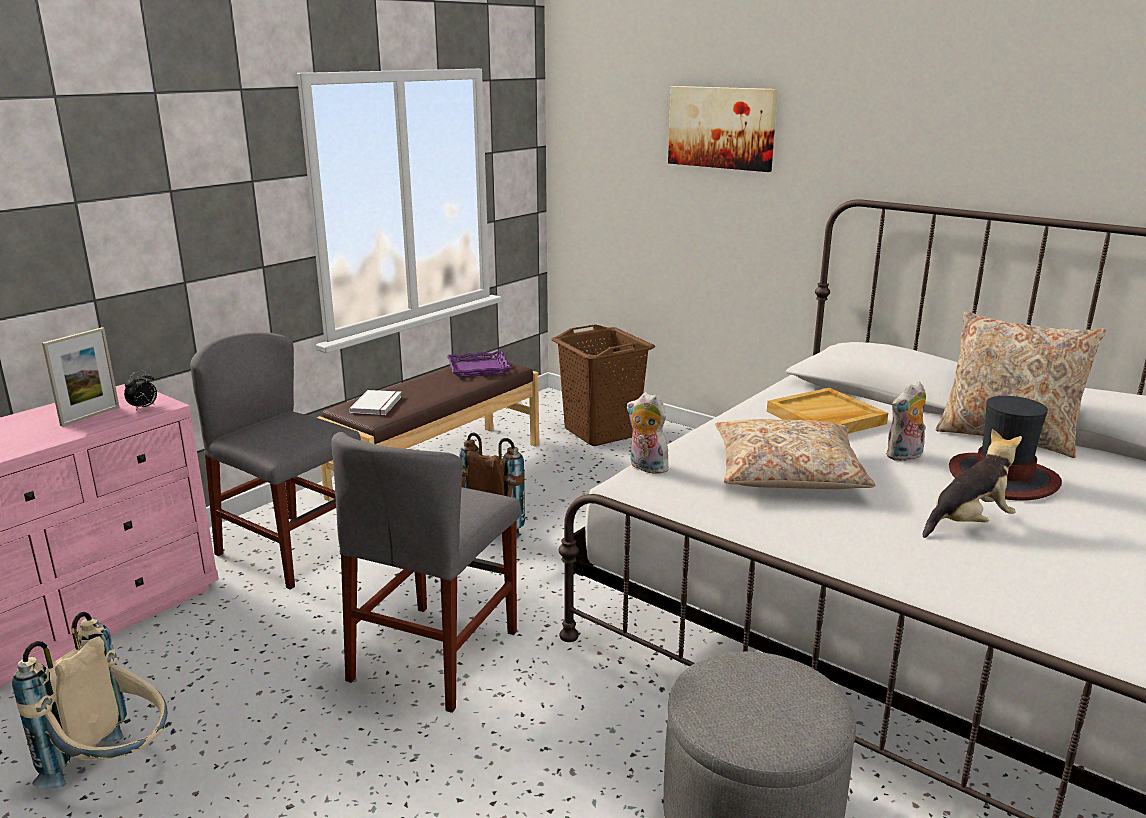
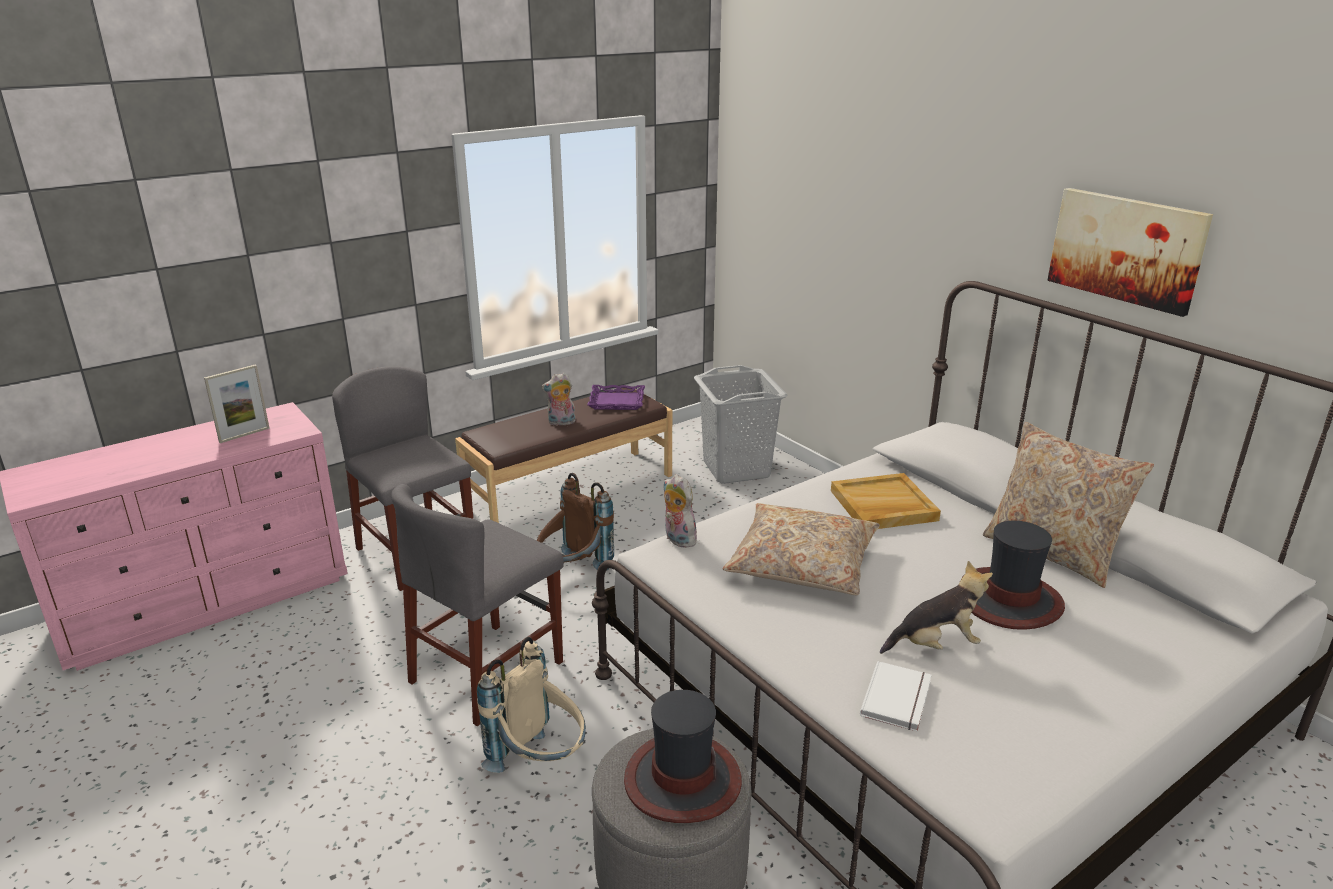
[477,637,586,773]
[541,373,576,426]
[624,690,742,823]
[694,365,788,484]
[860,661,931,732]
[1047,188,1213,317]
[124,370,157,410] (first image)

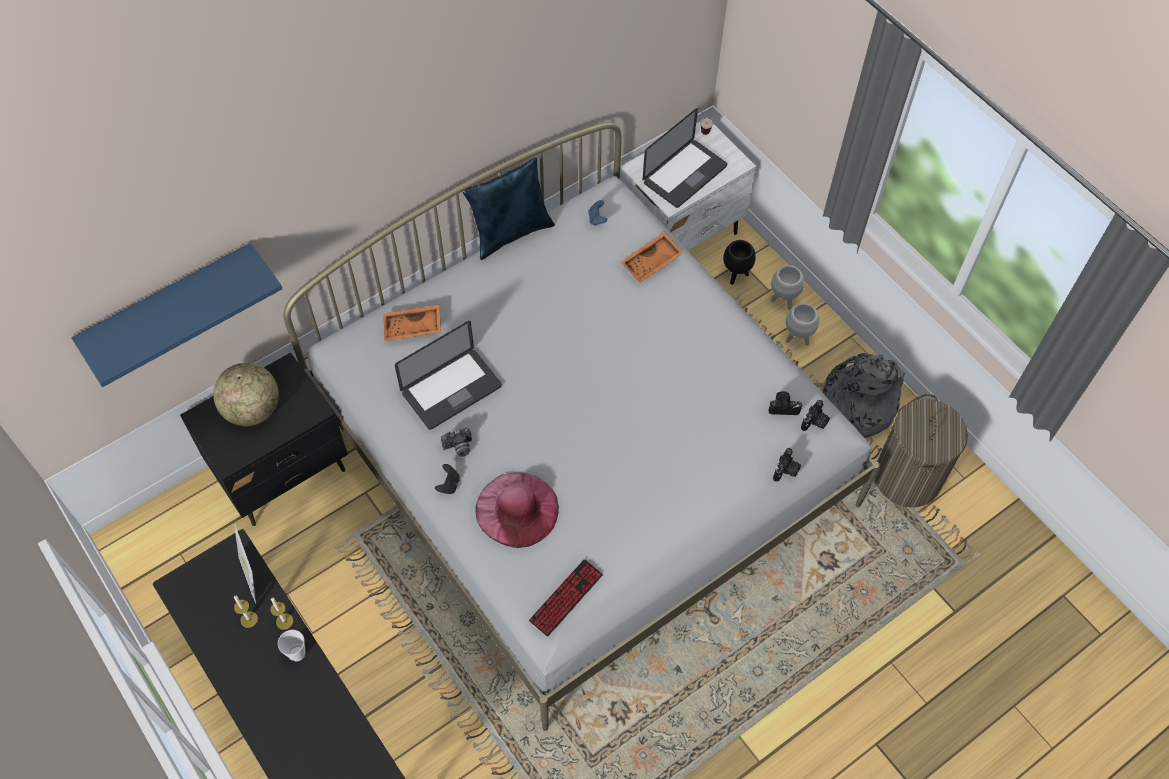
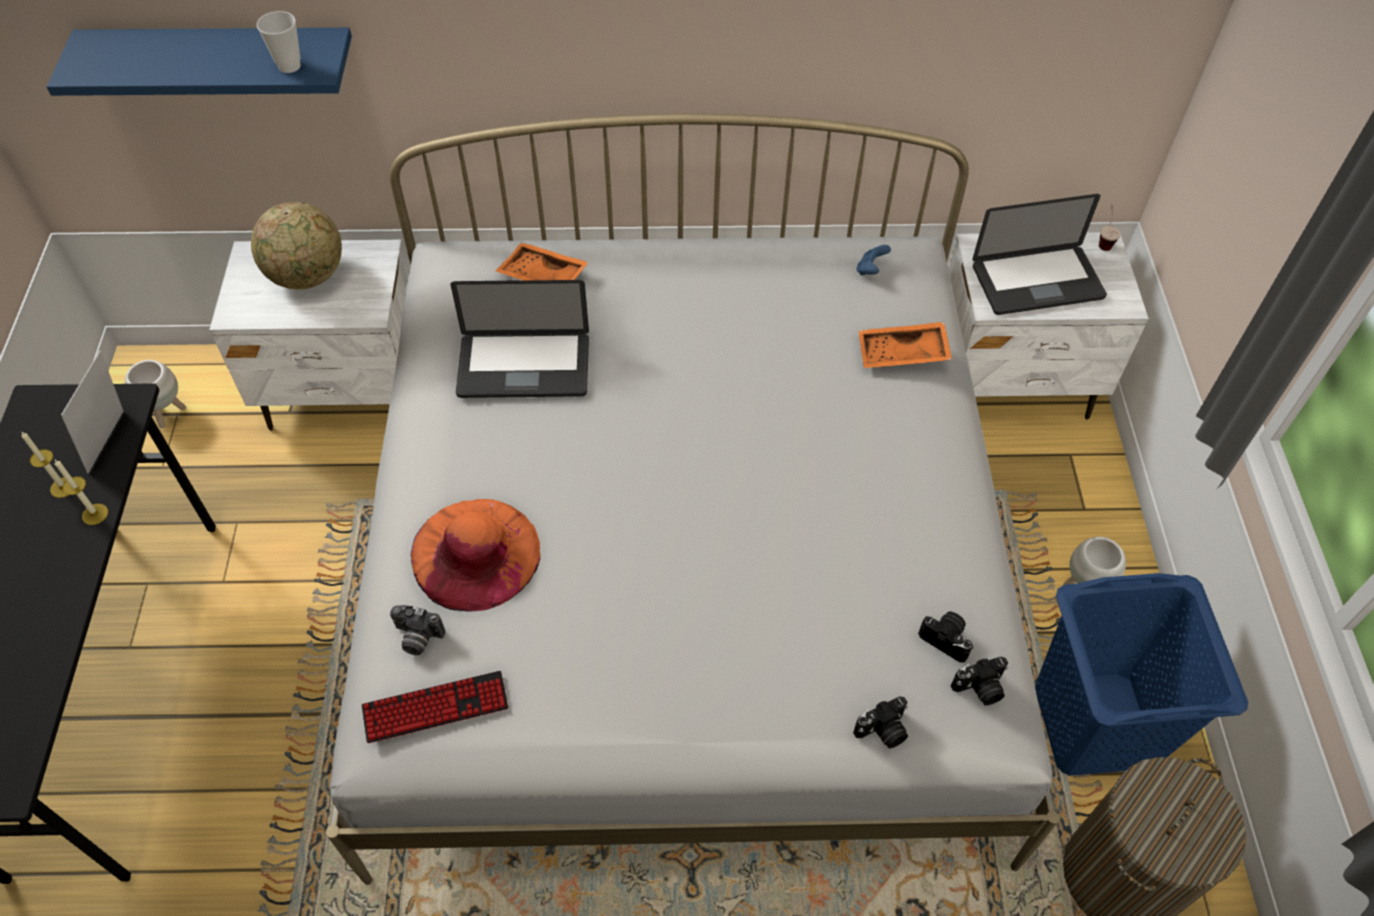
[125,360,186,428]
[209,240,410,431]
[257,11,301,73]
[390,605,445,655]
[411,499,541,612]
[1035,573,1248,775]
[435,464,460,494] (first image)
[462,157,555,260] (first image)
[723,240,756,285] (first image)

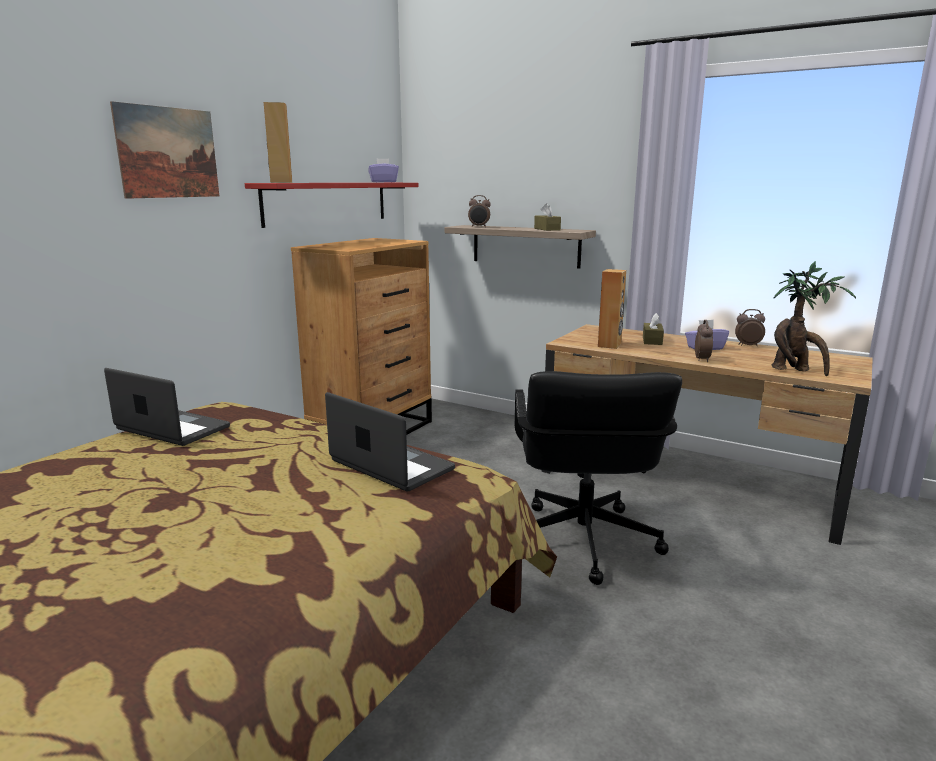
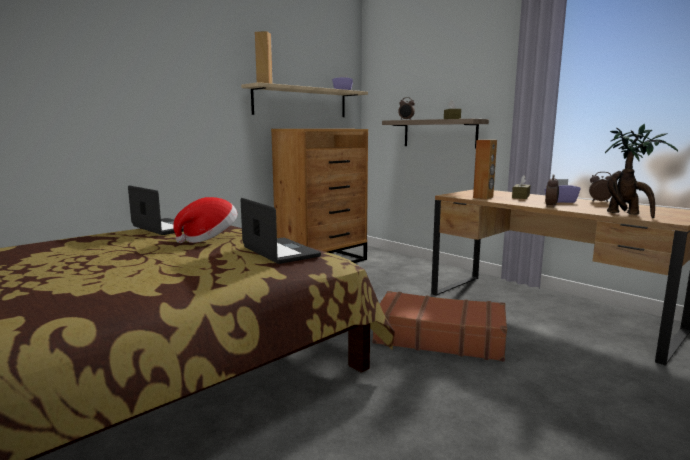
[173,197,238,243]
[241,82,368,117]
[373,291,507,362]
[110,101,219,199] (first image)

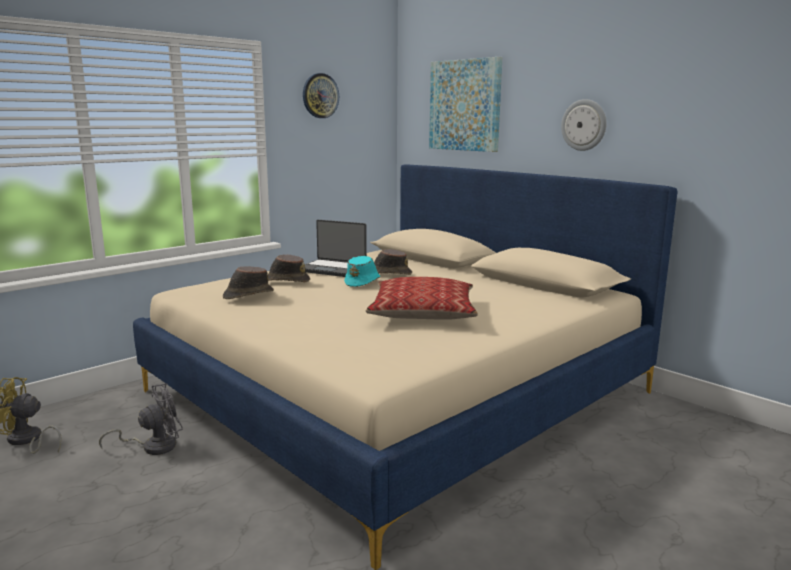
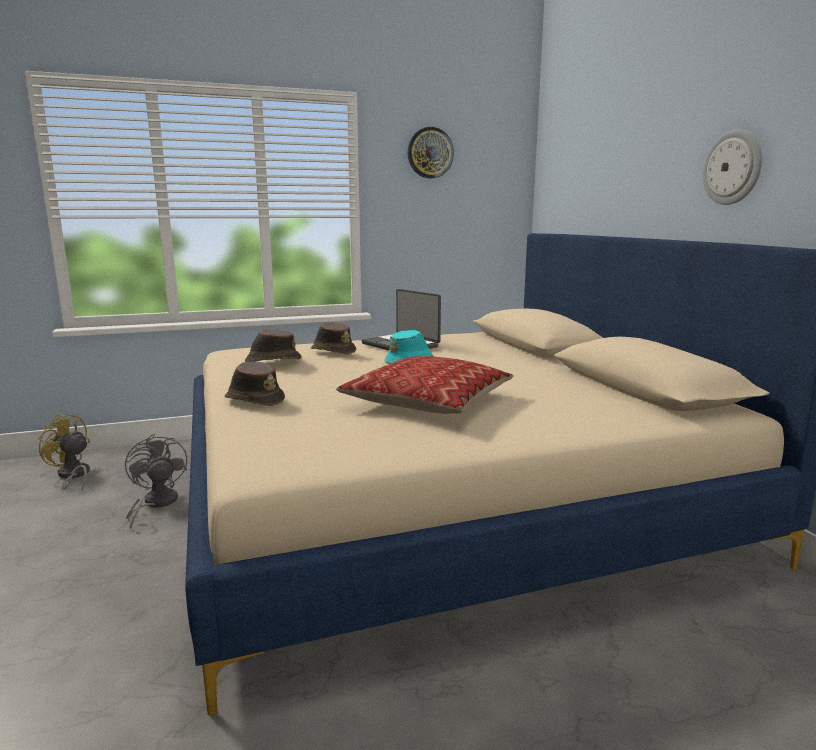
[125,433,187,529]
[225,361,285,406]
[429,57,502,152] (first image)

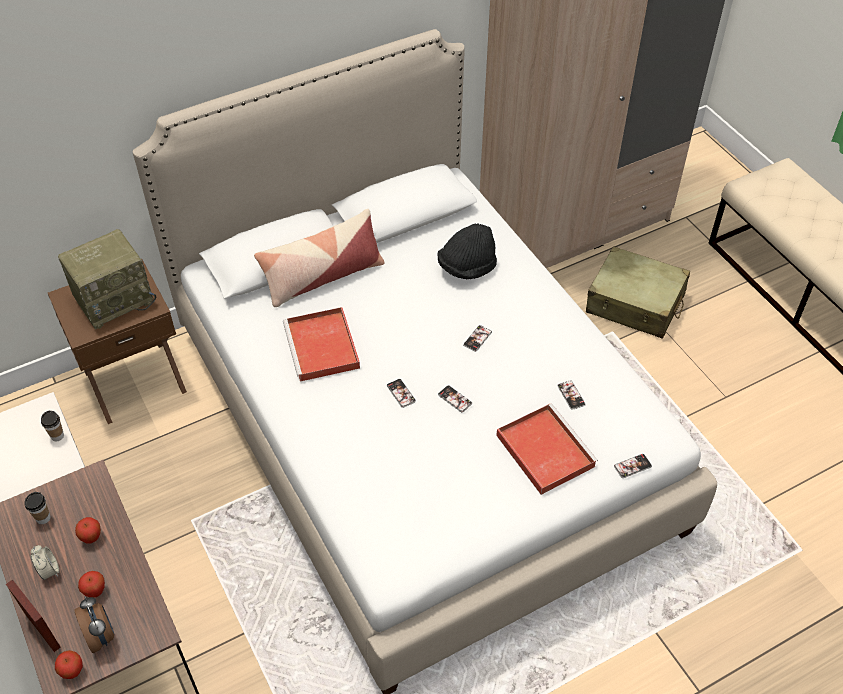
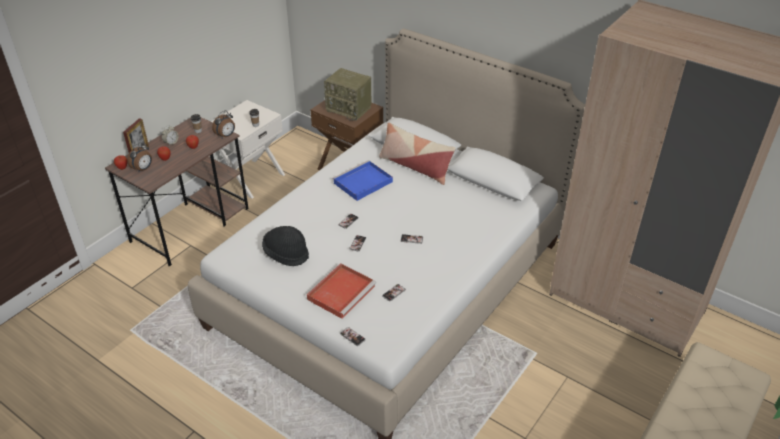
[212,110,235,138]
[262,226,309,266]
[333,160,393,201]
[586,246,690,339] (first image)

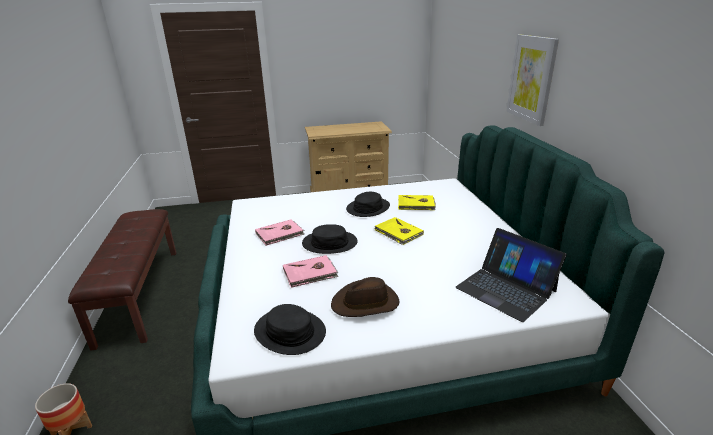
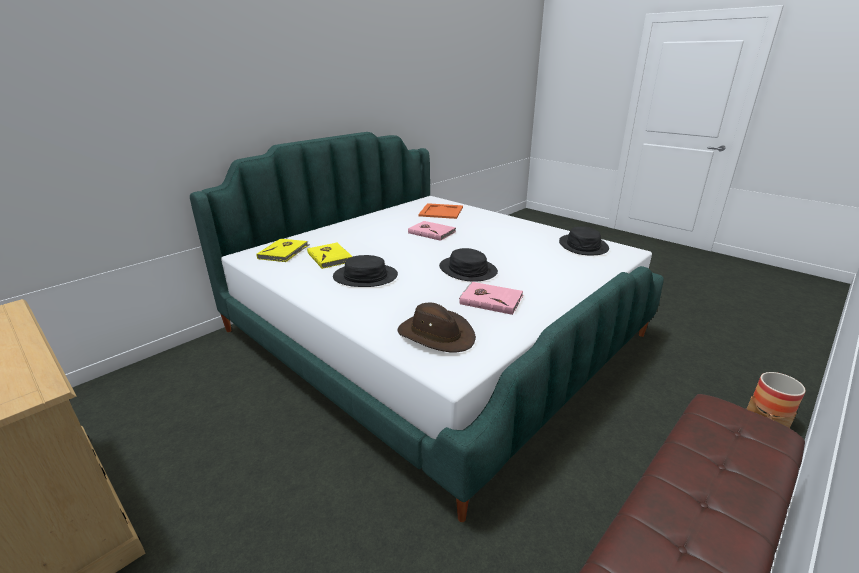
[257,238,310,262]
[397,303,476,353]
[408,221,456,241]
[418,203,463,219]
[506,35,559,126] (first image)

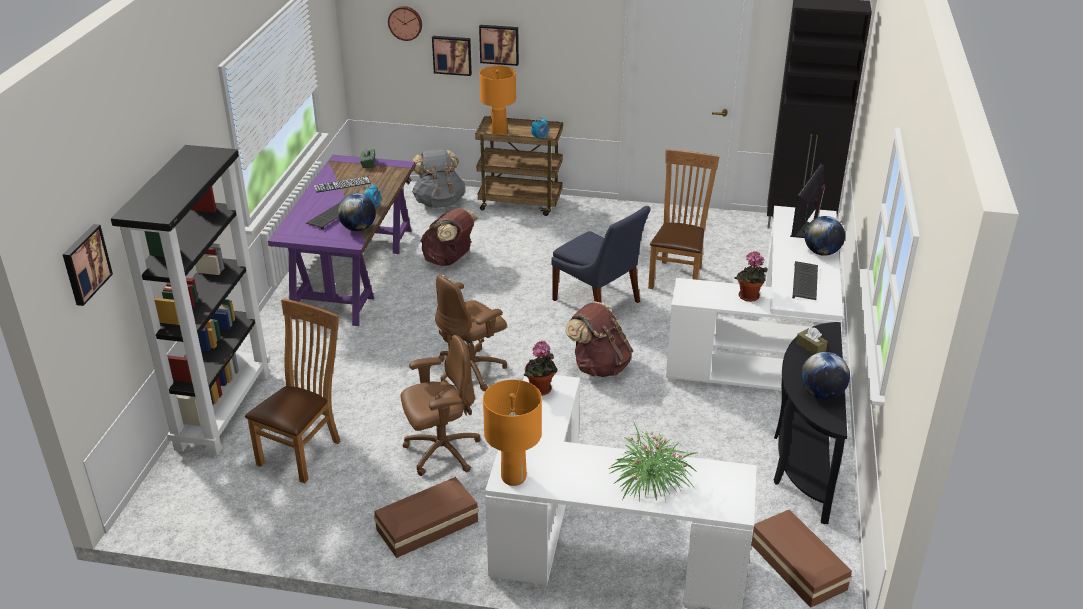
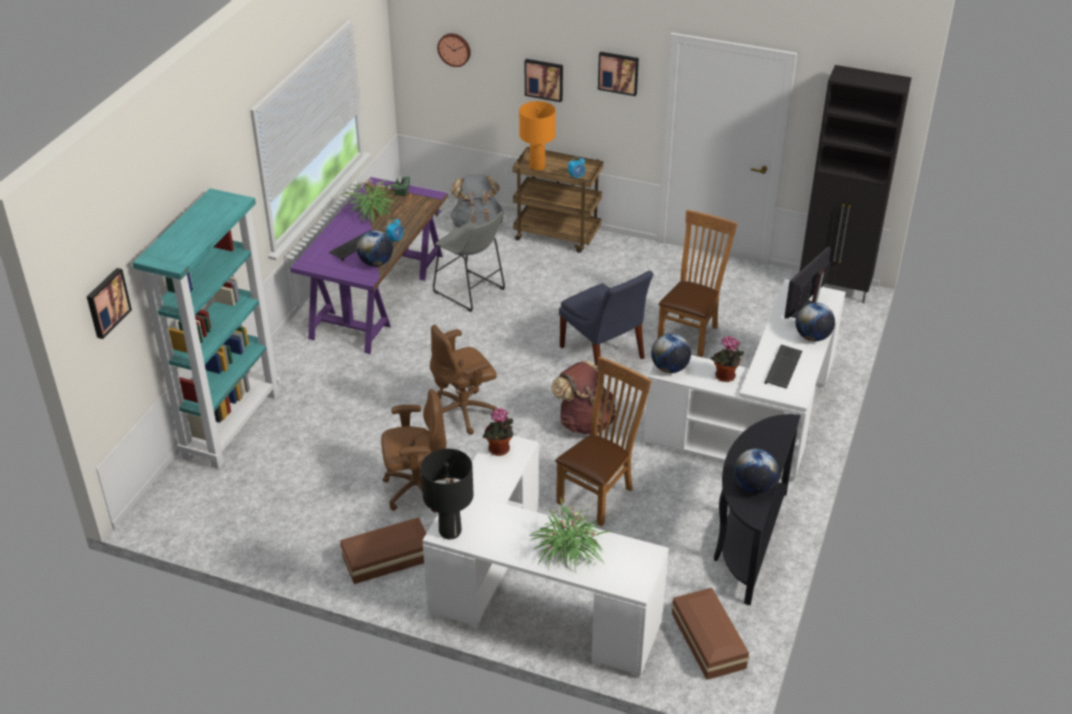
[133,188,281,469]
[342,180,400,225]
[421,449,474,539]
[433,211,505,312]
[555,356,652,526]
[598,52,639,96]
[651,333,691,373]
[796,327,828,354] (first image)

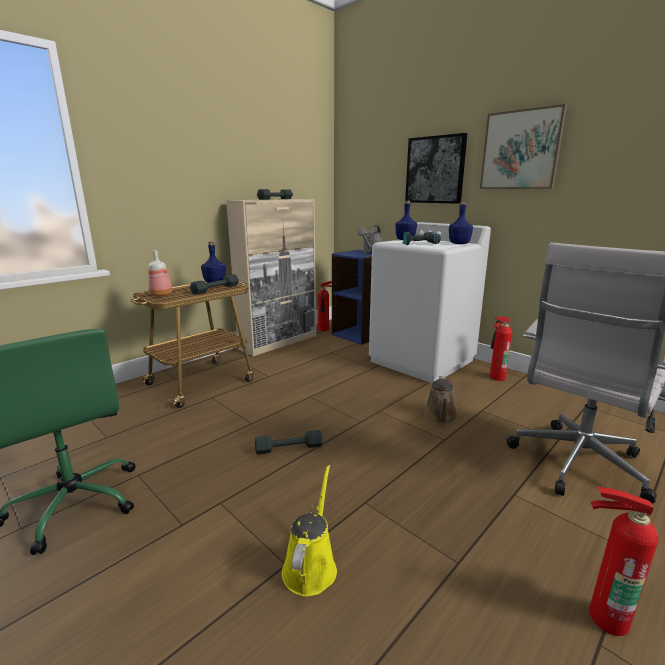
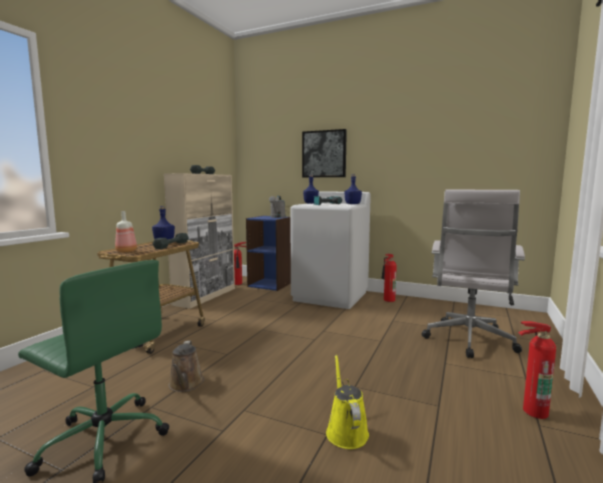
[169,340,204,392]
[255,430,323,454] (first image)
[480,104,567,189] (first image)

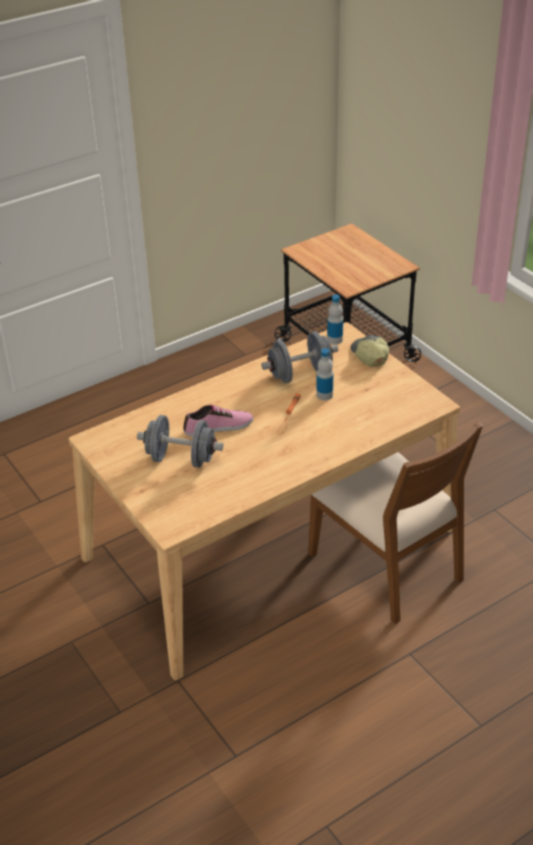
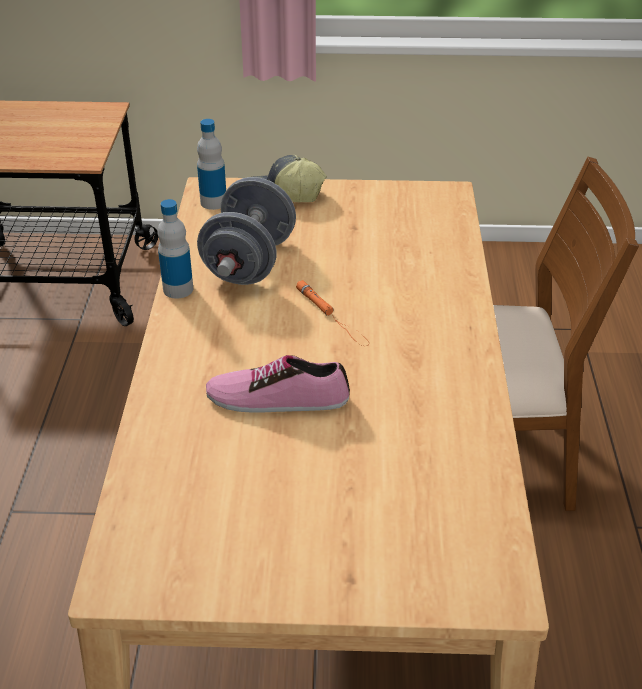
[158,199,193,299]
[206,355,350,413]
[137,415,223,468] (first image)

